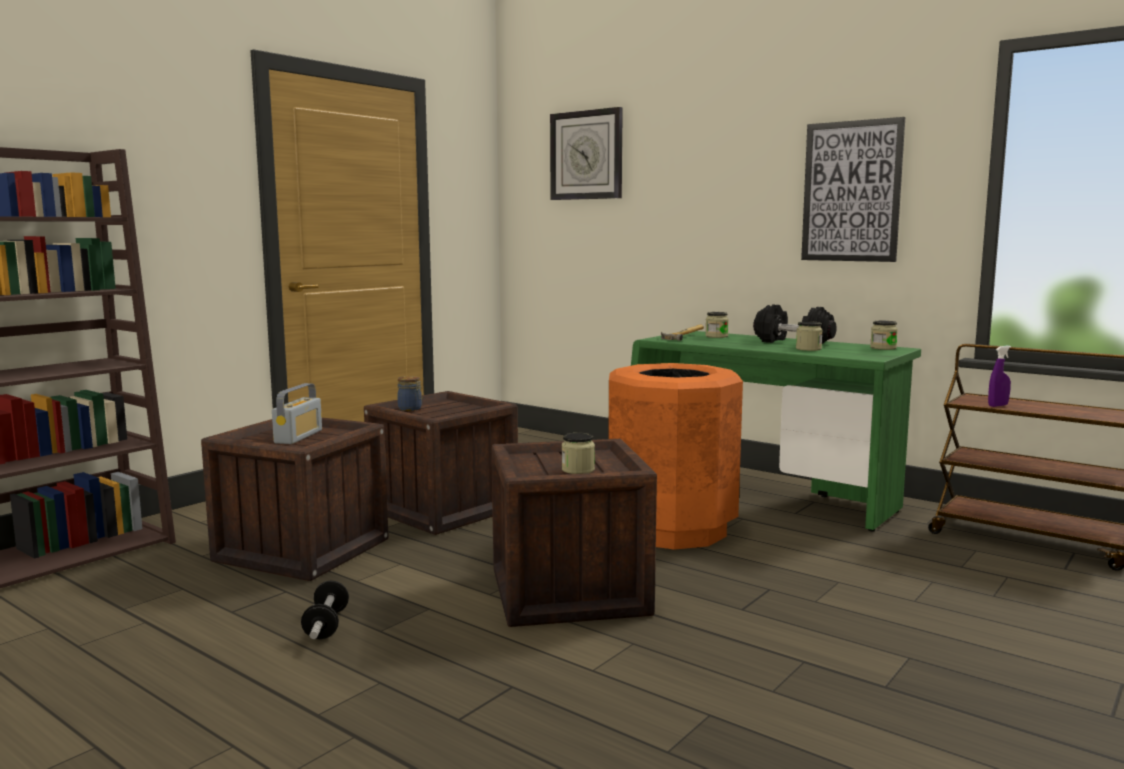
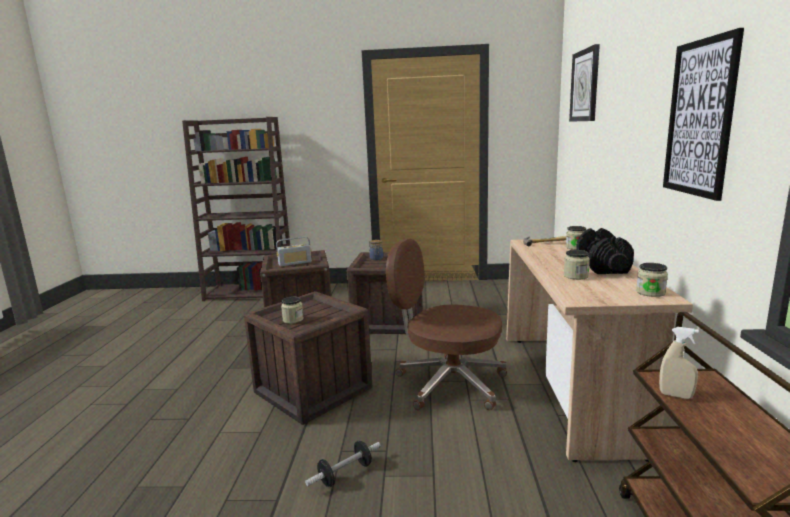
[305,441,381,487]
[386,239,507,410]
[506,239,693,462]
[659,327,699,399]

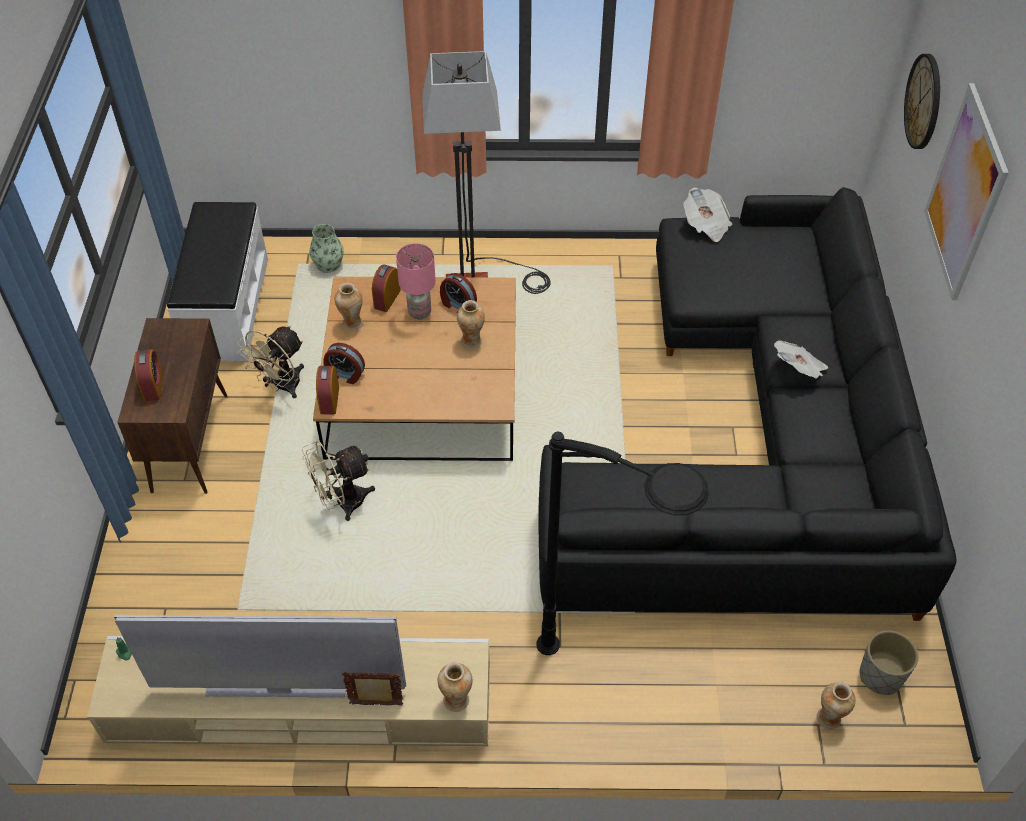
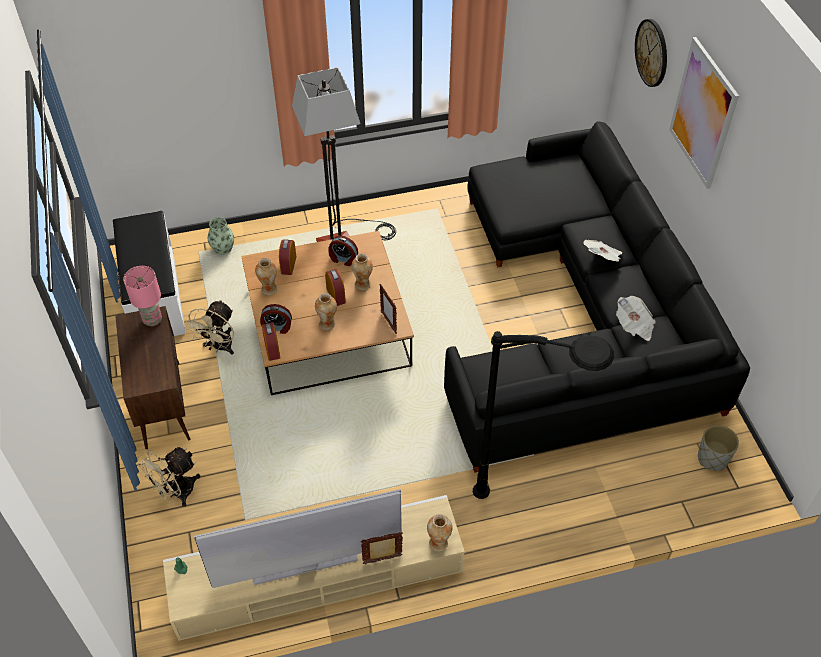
[123,266,162,326]
[137,447,200,507]
[315,293,337,330]
[325,269,346,306]
[379,284,397,334]
[616,296,656,341]

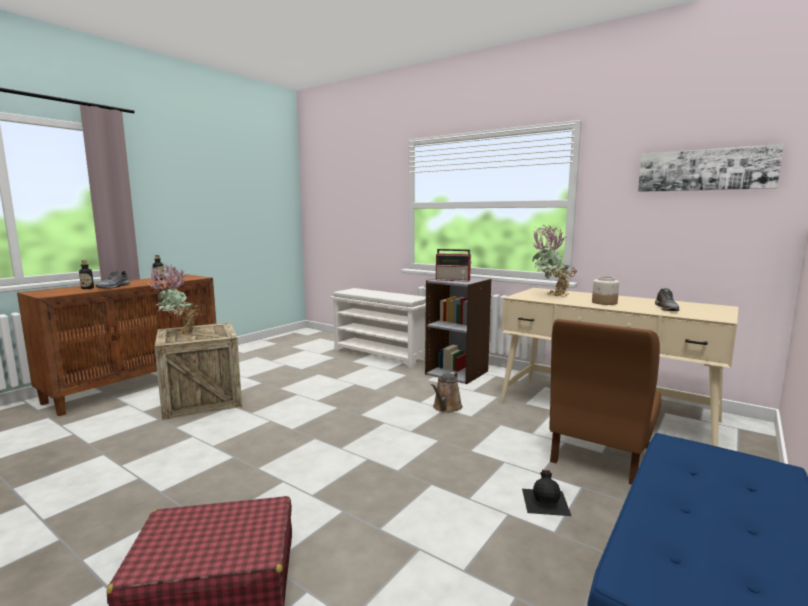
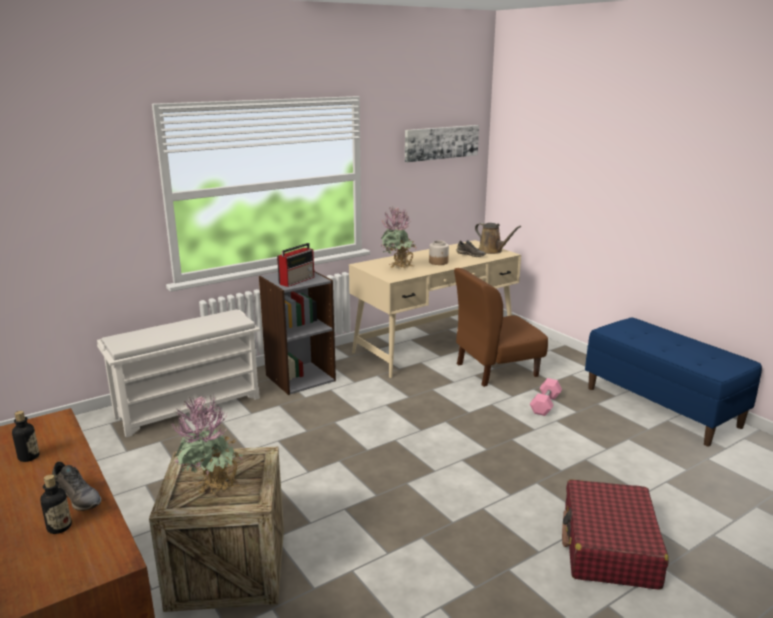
[454,268,548,387]
[475,223,521,254]
[530,378,562,416]

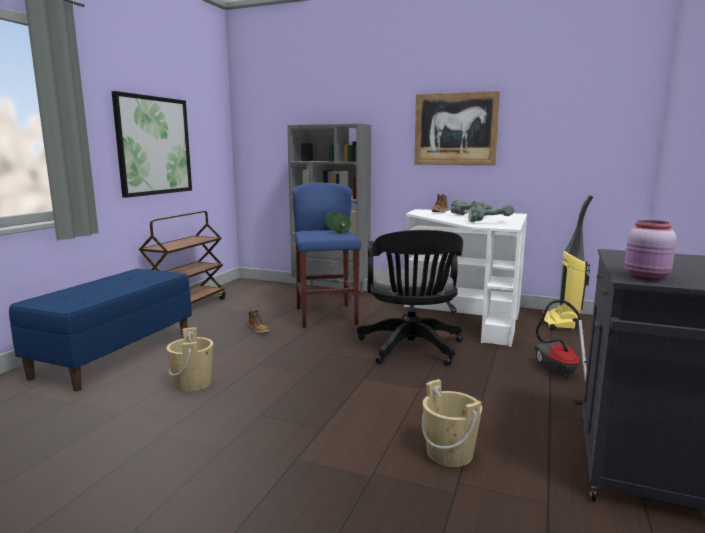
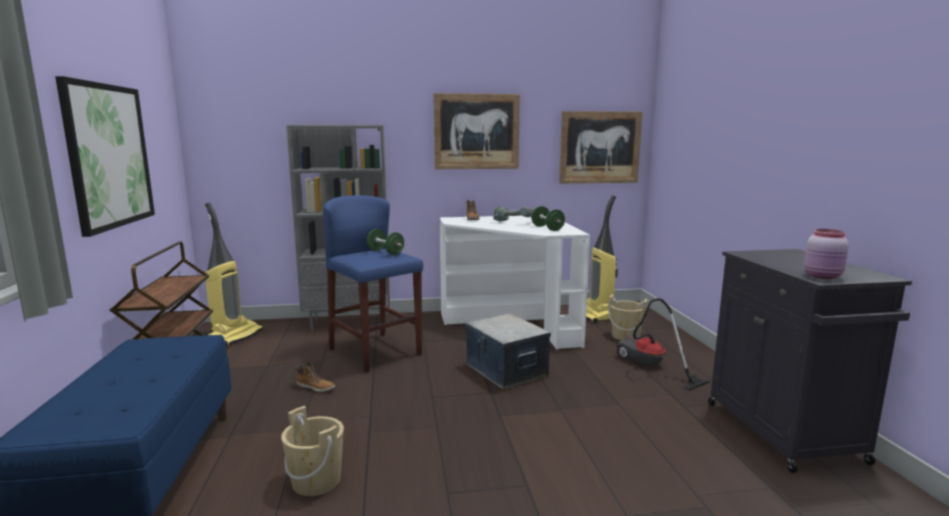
[205,203,264,346]
[465,313,551,390]
[531,206,565,231]
[559,111,642,184]
[608,295,647,341]

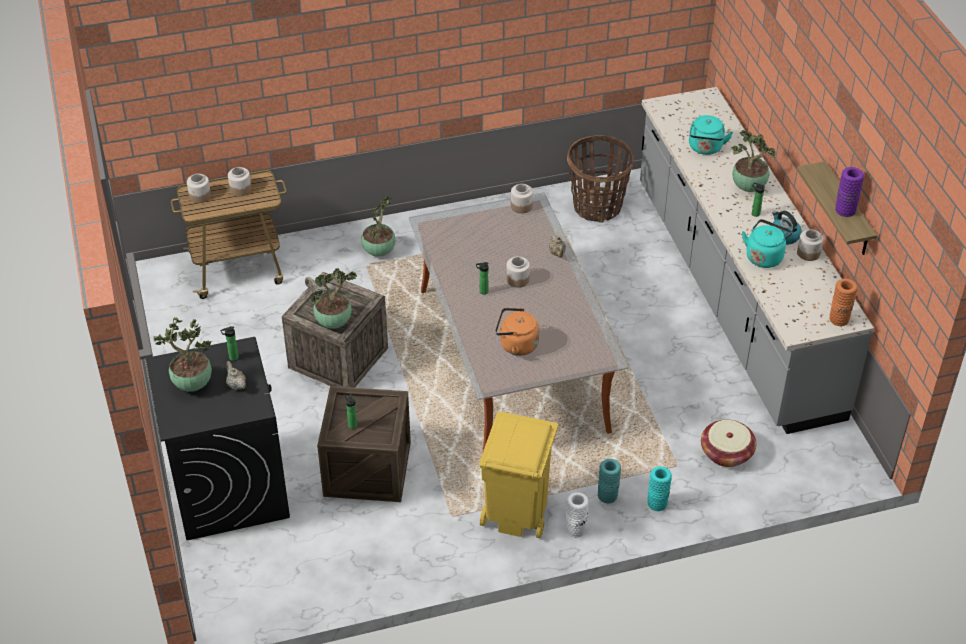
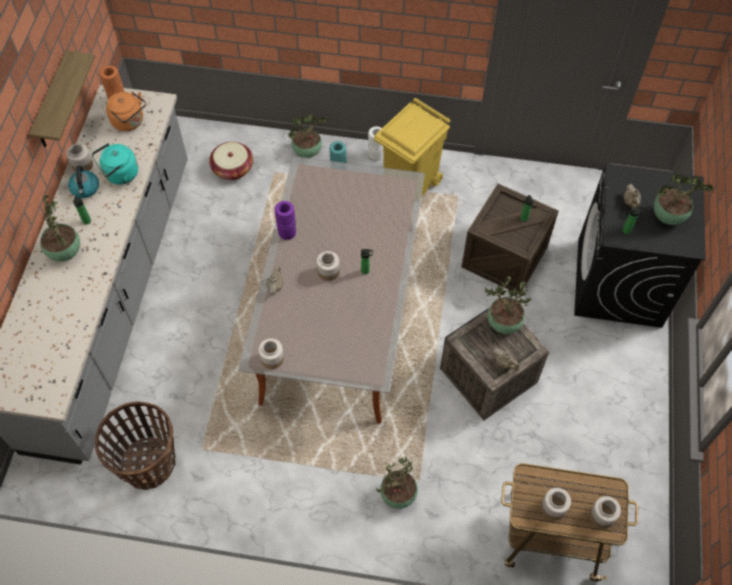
[106,91,146,131]
[274,201,296,240]
[288,114,327,158]
[689,115,733,155] (first image)

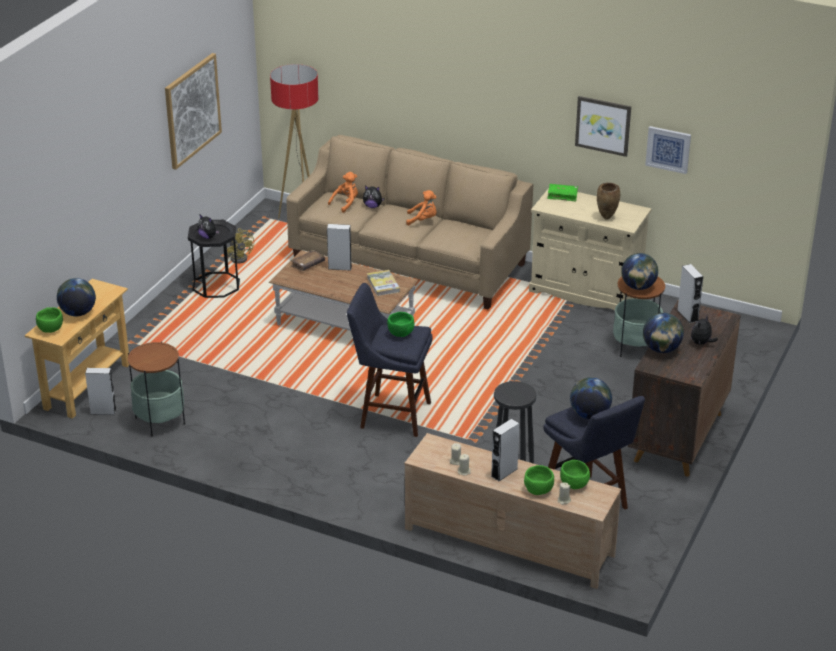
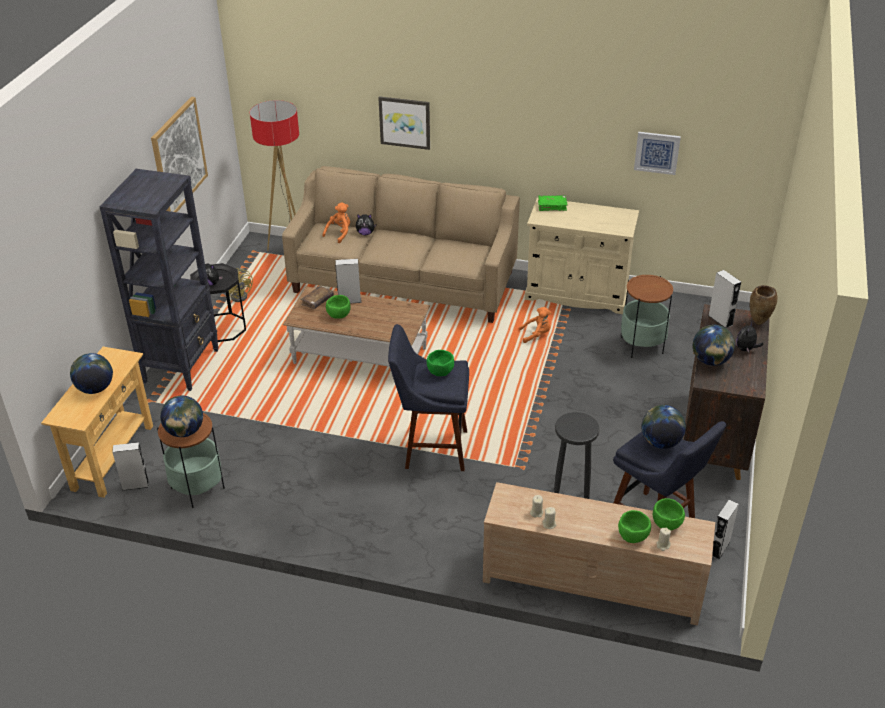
[99,169,219,391]
[160,396,203,437]
[326,295,351,319]
[378,96,430,150]
[519,307,552,343]
[712,500,739,559]
[750,285,777,325]
[367,270,400,296] (first image)

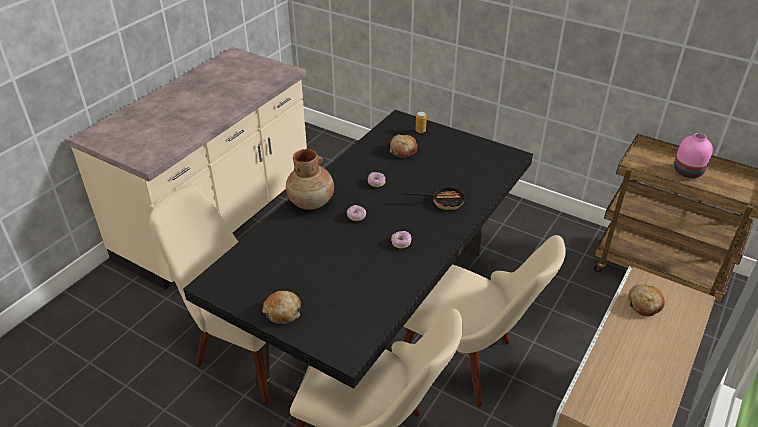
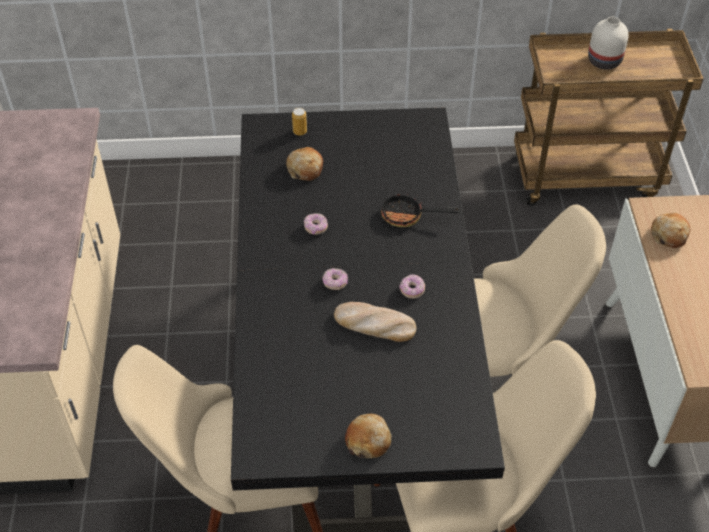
[334,302,416,342]
[381,194,460,227]
[588,17,629,69]
[286,149,334,210] (first image)

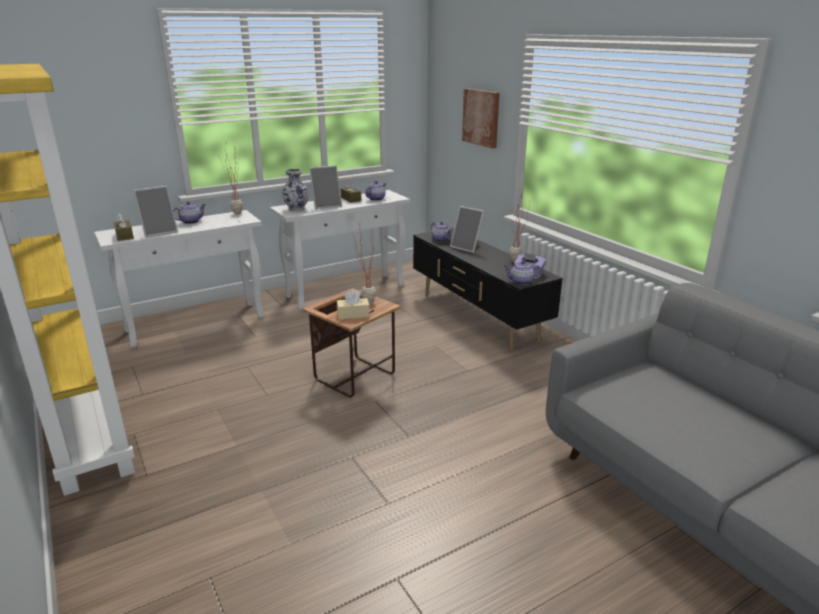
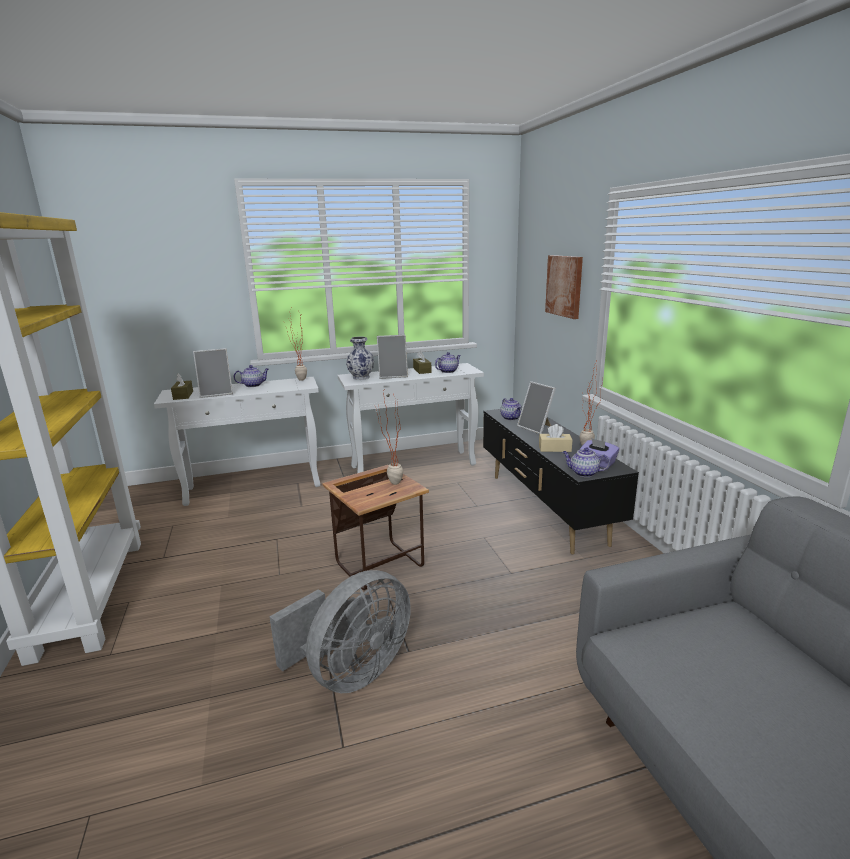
[269,570,411,693]
[539,424,572,452]

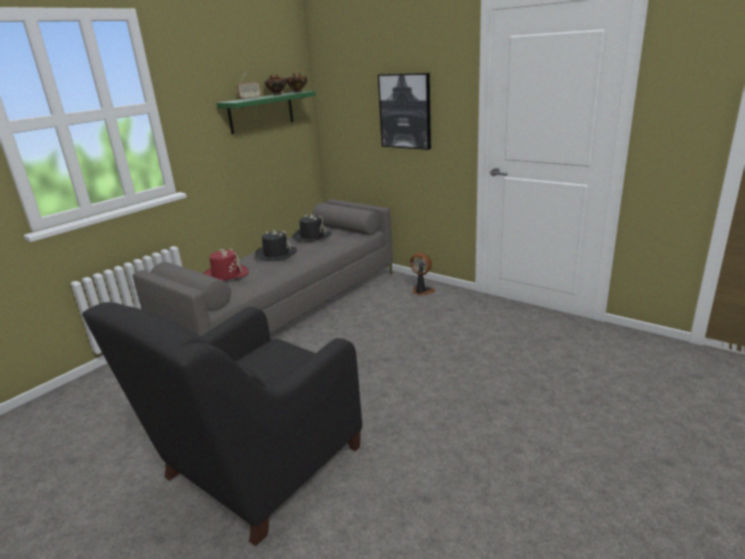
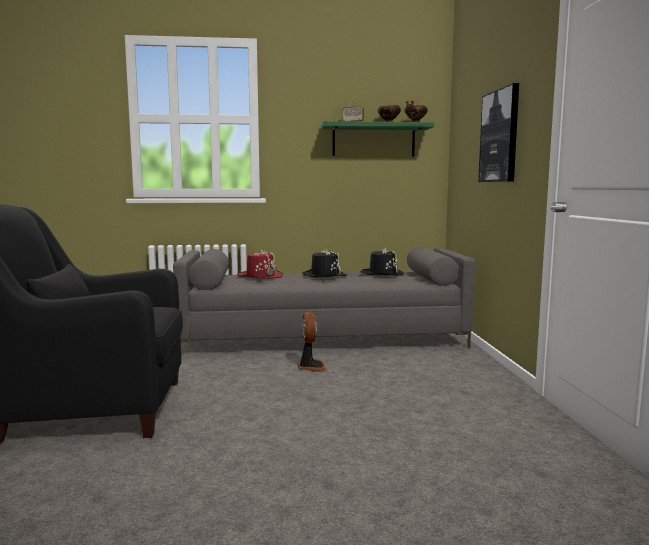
[297,311,327,372]

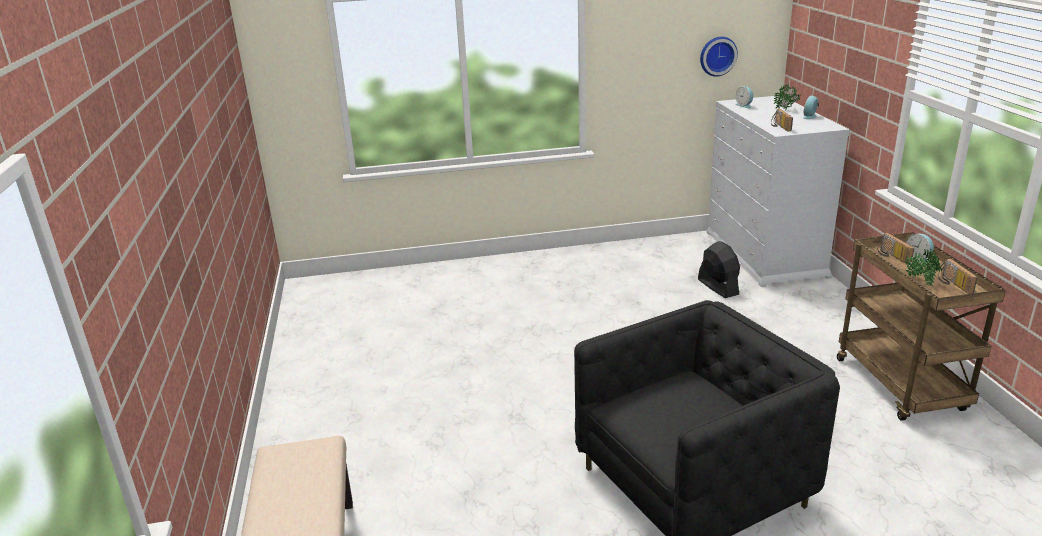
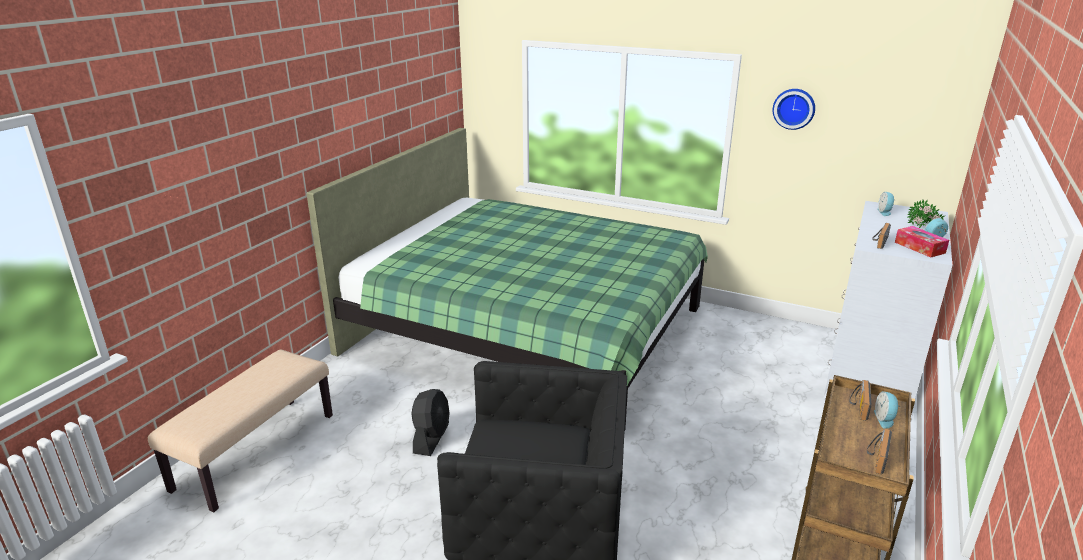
[306,128,708,427]
[411,389,450,456]
[773,89,815,130]
[895,226,949,257]
[904,248,942,286] (first image)

